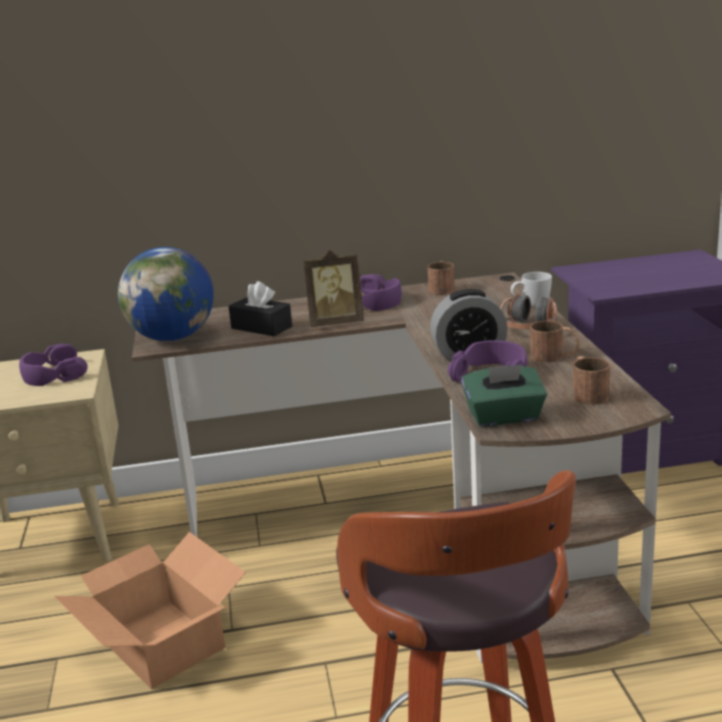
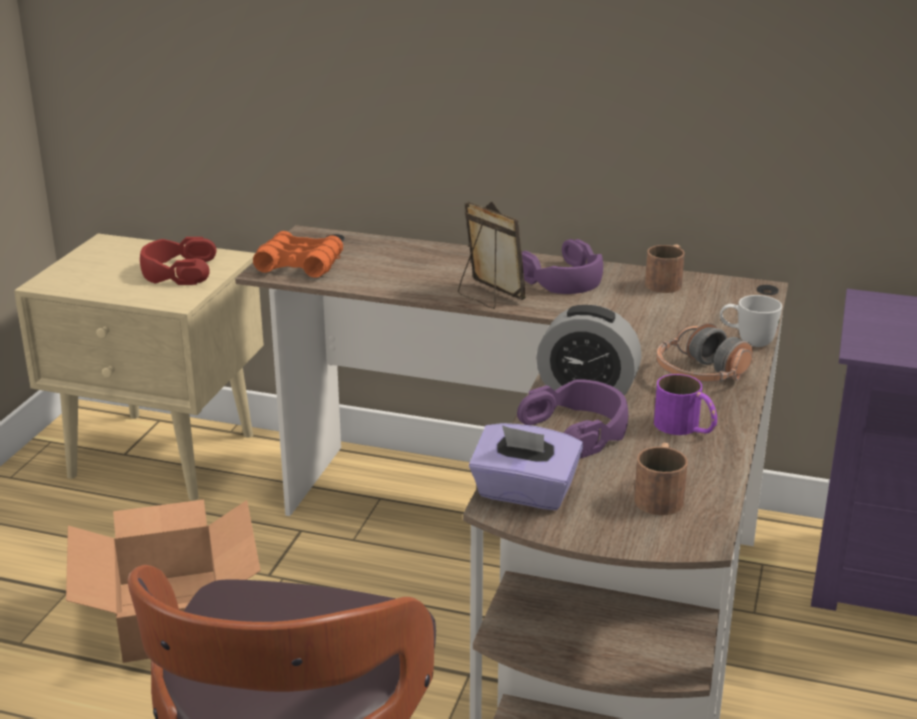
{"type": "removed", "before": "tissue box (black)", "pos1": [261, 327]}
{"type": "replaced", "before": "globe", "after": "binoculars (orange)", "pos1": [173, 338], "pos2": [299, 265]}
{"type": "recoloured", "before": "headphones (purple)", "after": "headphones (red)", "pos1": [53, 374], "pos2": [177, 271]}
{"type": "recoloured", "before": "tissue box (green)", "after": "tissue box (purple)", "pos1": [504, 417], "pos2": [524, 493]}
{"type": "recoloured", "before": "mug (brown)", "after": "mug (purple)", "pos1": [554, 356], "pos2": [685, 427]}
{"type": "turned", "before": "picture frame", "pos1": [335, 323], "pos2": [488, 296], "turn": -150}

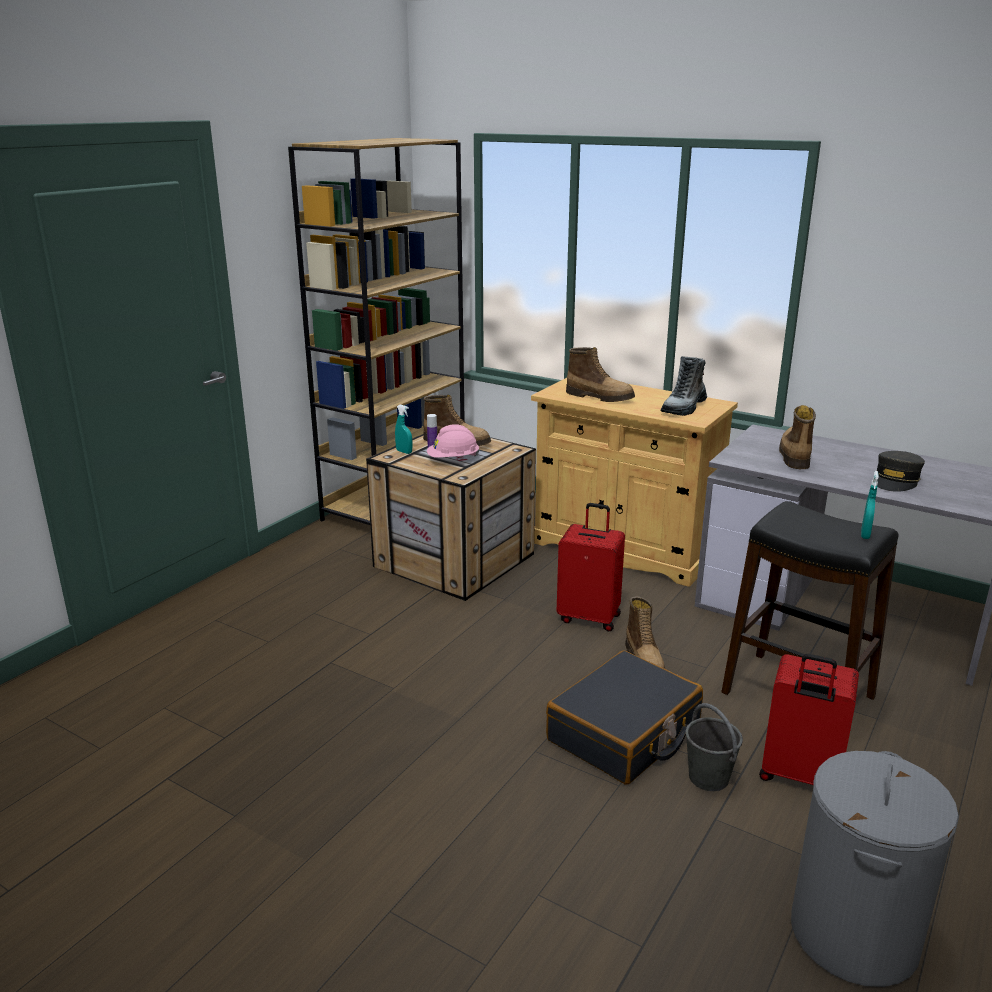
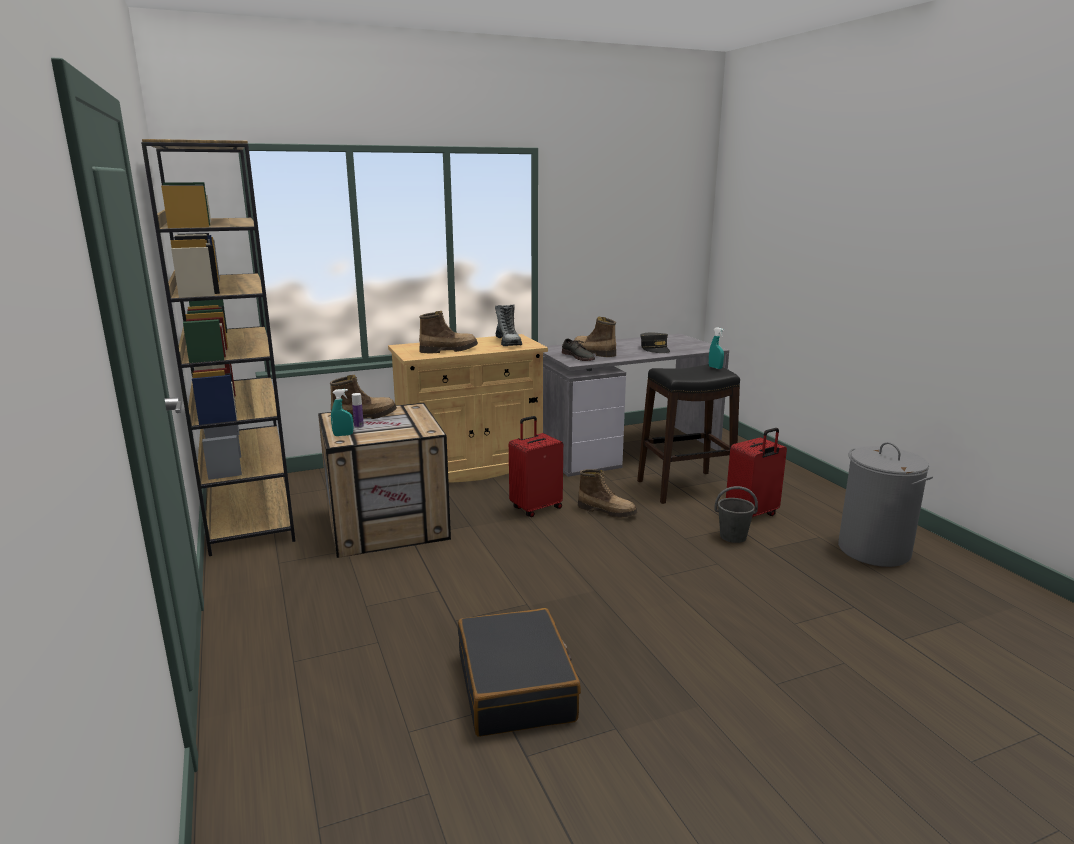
{"type": "removed", "before": "hard hat (pink)", "pos1": [453, 460]}
{"type": "added", "after": "shoe (grey)", "pos2": [578, 356]}
{"type": "moved", "before": "suitcase (black)", "pos1": [624, 733], "pos2": [516, 687]}

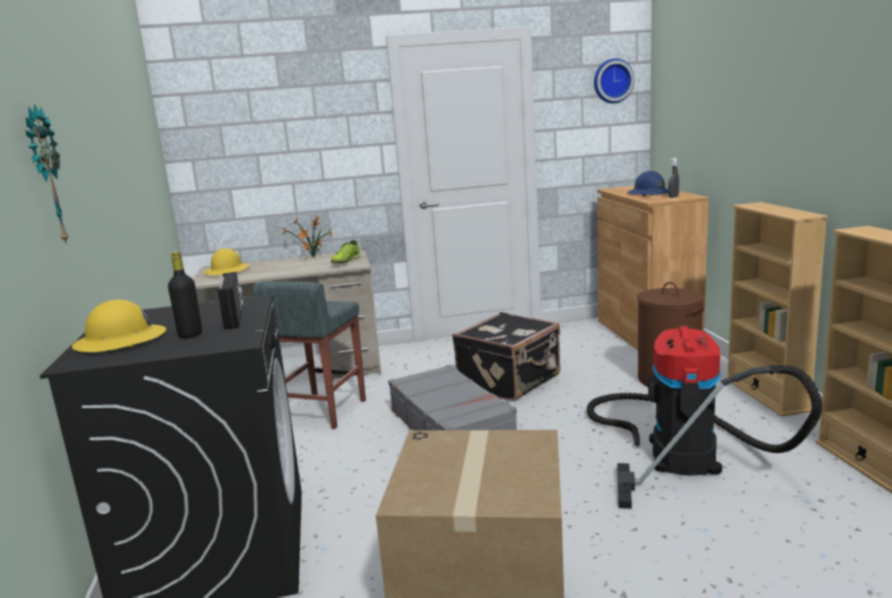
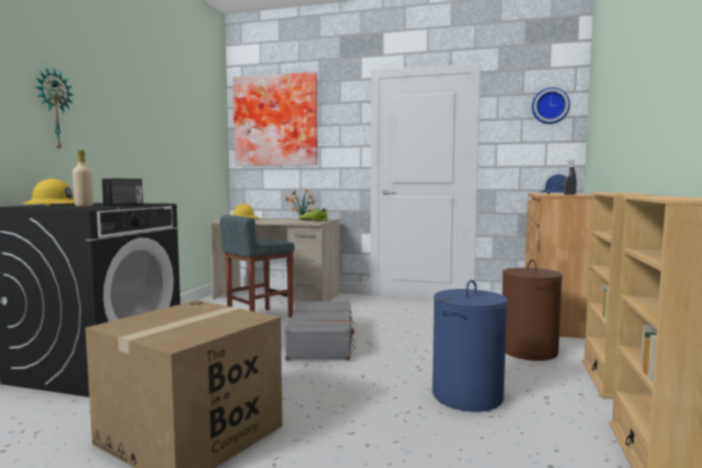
{"type": "removed", "before": "suitcase (black)", "pos1": [510, 381]}
{"type": "added", "after": "picture", "pos2": [276, 121]}
{"type": "replaced", "before": "vacuum cleaner", "after": "laundry basket (blue)", "pos1": [680, 451], "pos2": [467, 396]}
{"type": "recoloured", "before": "bottle (black)", "after": "bottle (beige)", "pos1": [190, 335], "pos2": [84, 206]}

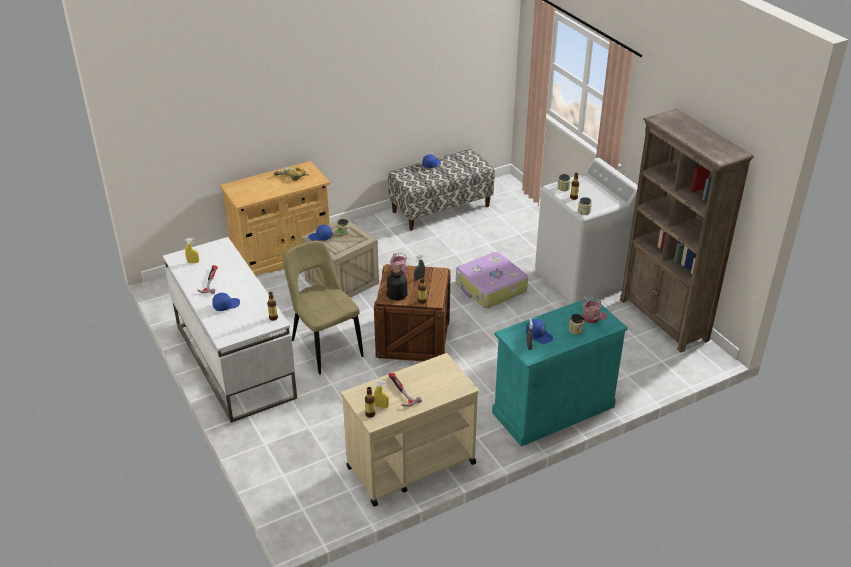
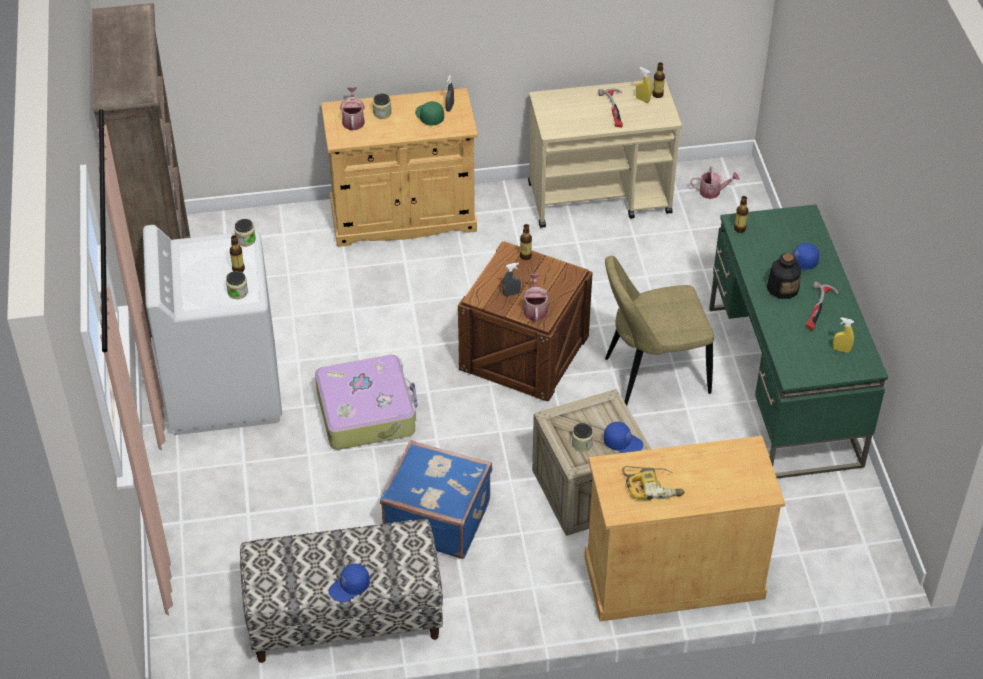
{"type": "added", "after": "suitcase (blue)", "pos2": [437, 517]}
{"type": "added", "after": "watering can", "pos2": [713, 191]}
{"type": "moved", "before": "bottle", "pos1": [397, 294], "pos2": [782, 288]}
{"type": "recoloured", "before": "desk (white)", "after": "desk (green)", "pos1": [234, 361], "pos2": [784, 386]}
{"type": "recoloured", "before": "cabinet (turquoise)", "after": "cabinet (beige)", "pos1": [553, 409], "pos2": [403, 217]}
{"type": "recoloured", "before": "cap (blue)", "after": "cap (green)", "pos1": [539, 335], "pos2": [429, 117]}
{"type": "turned", "before": "chair (beige)", "pos1": [325, 346], "pos2": [651, 376], "turn": 90}

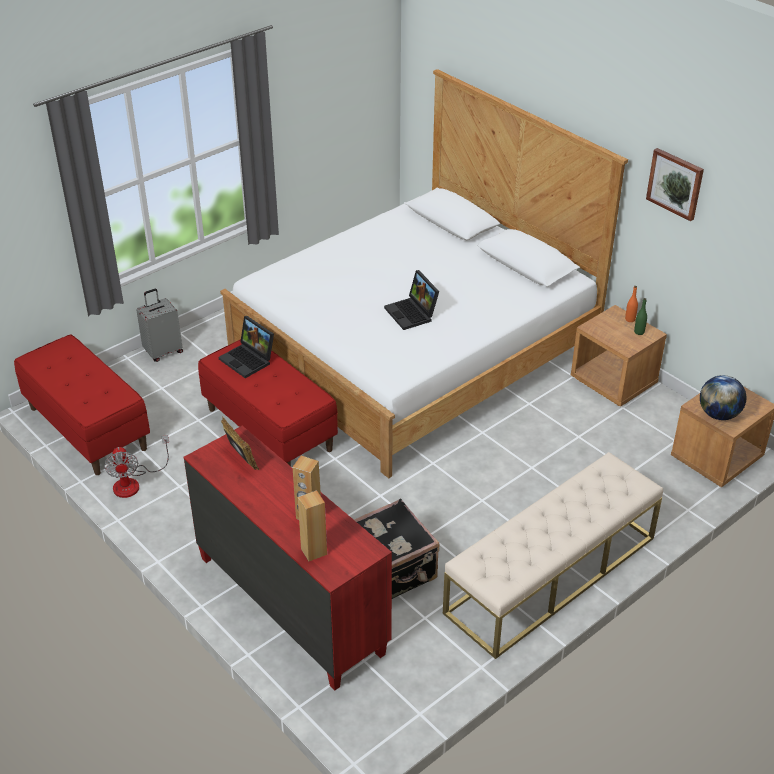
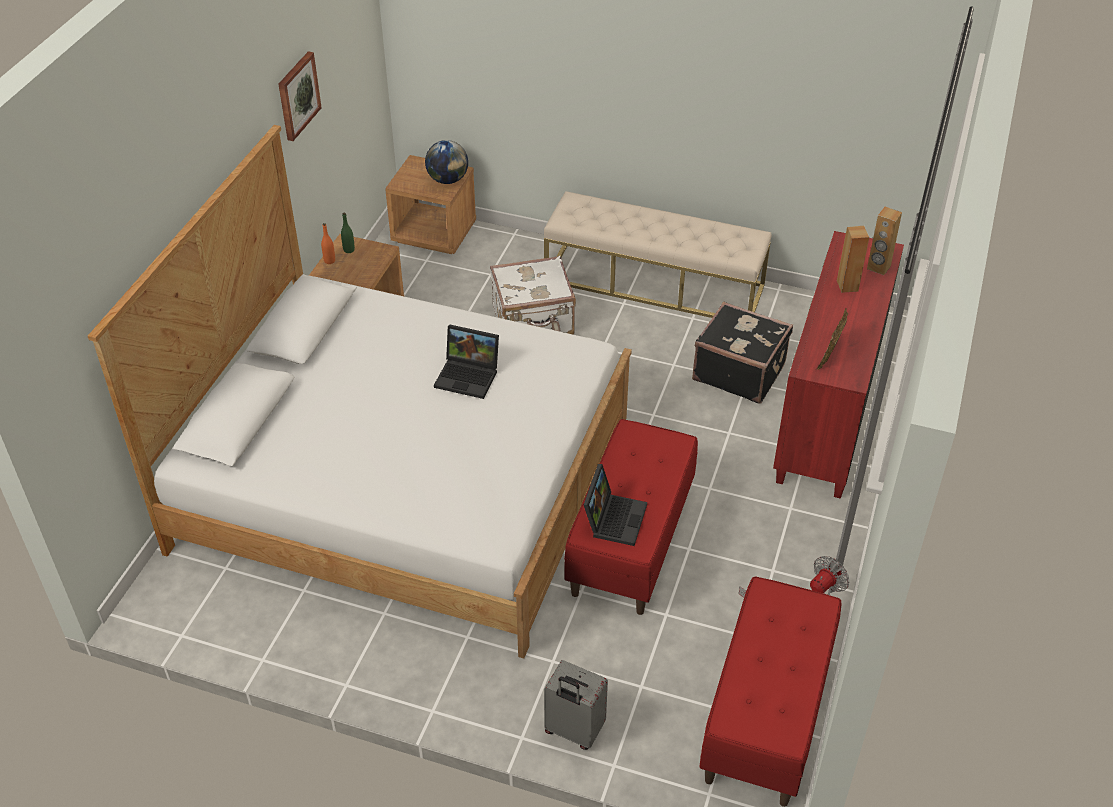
{"type": "added", "after": "suitcase (white)", "pos2": [533, 322]}
{"type": "turned", "before": "laptop", "pos1": [412, 314], "pos2": [469, 376], "turn": 75}

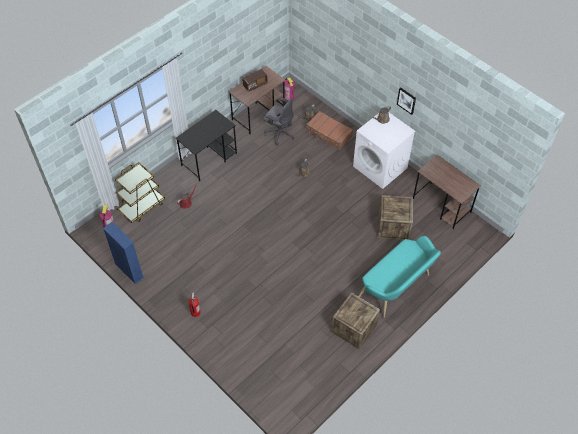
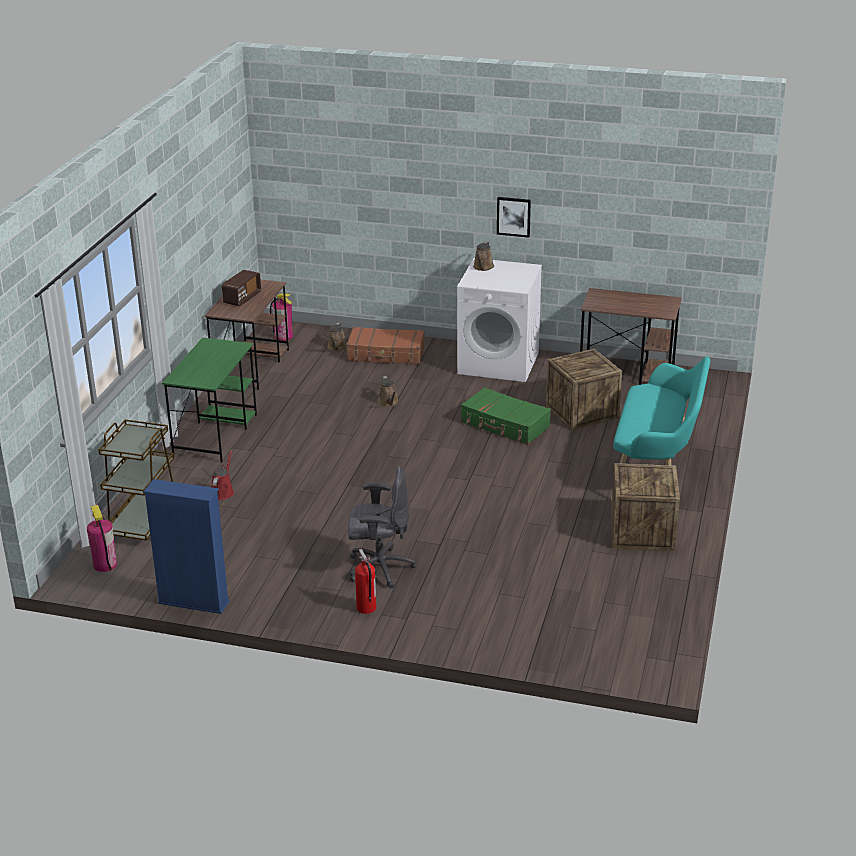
{"type": "added", "after": "suitcase (green)", "pos2": [505, 425]}
{"type": "moved", "before": "office chair (grey)", "pos1": [279, 133], "pos2": [379, 568]}
{"type": "recoloured", "before": "desk (black)", "after": "desk (green)", "pos1": [209, 159], "pos2": [215, 434]}

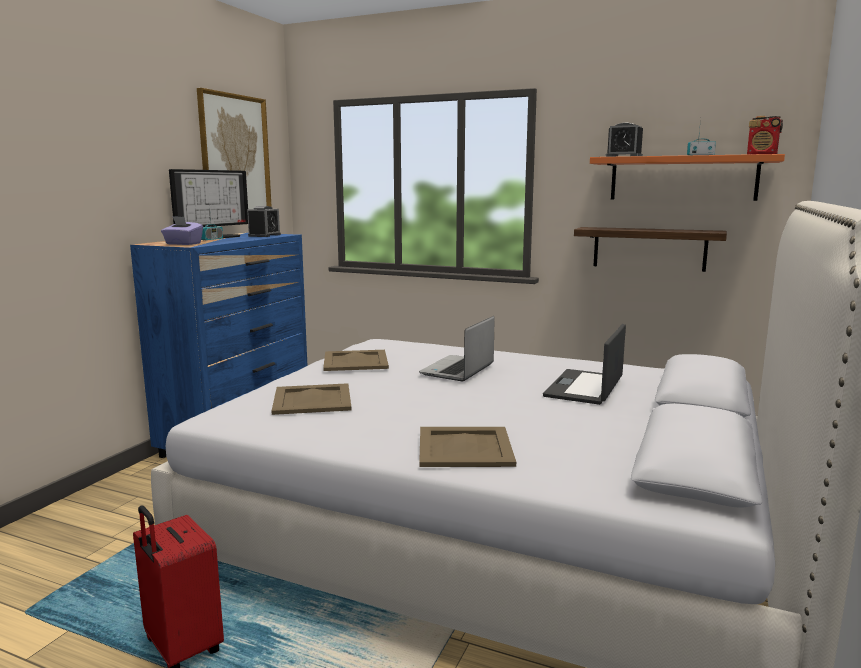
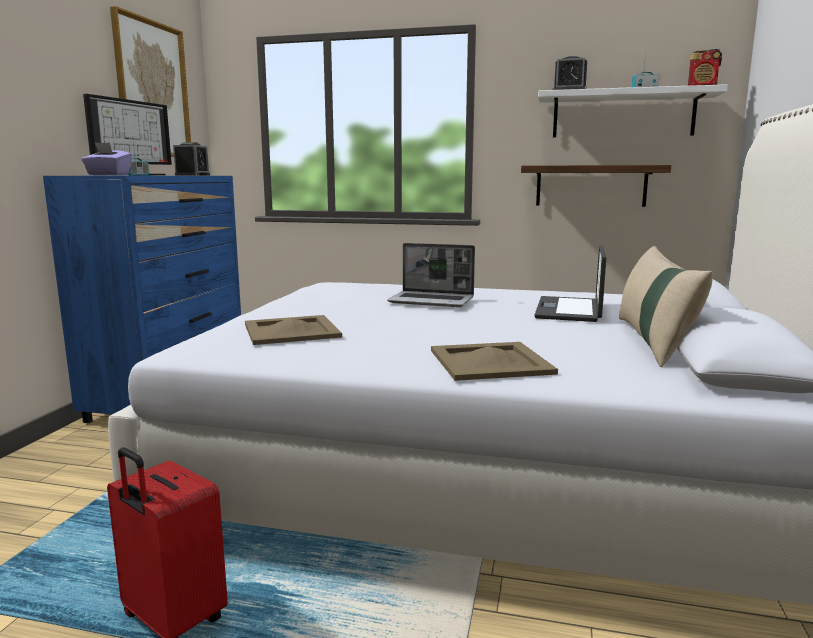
{"type": "removed", "before": "tray (beige)", "pos1": [356, 361]}
{"type": "added", "after": "pillow (beige)", "pos2": [654, 341]}
{"type": "recoloured", "before": "shelf (orange)", "after": "shelf (white)", "pos1": [682, 178], "pos2": [623, 115]}
{"type": "turned", "before": "laptop", "pos1": [458, 370], "pos2": [432, 301], "turn": -90}

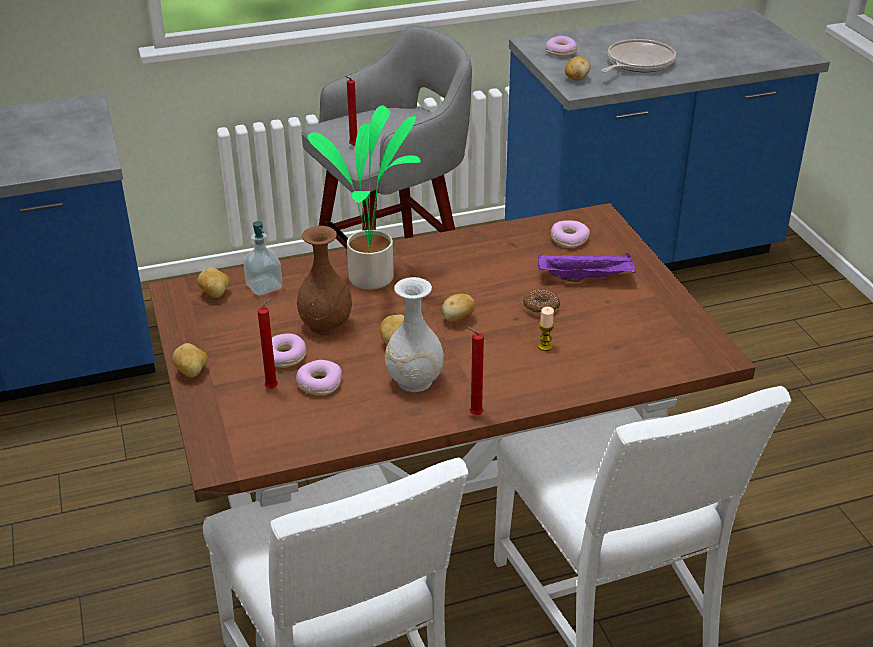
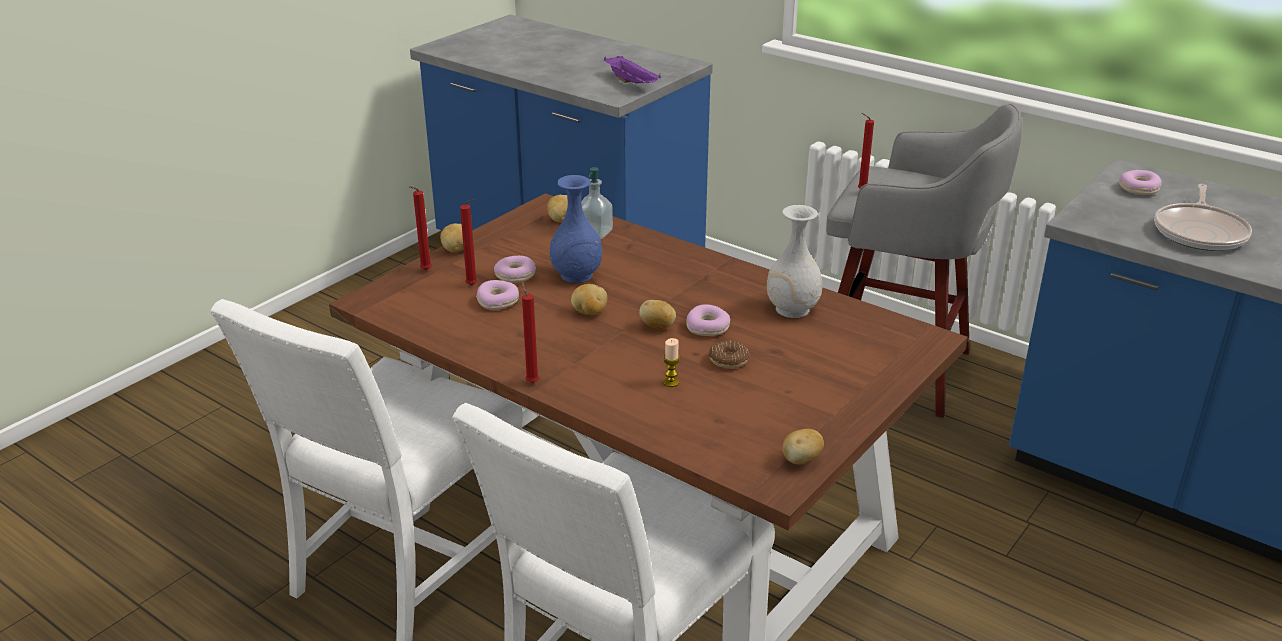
{"type": "removed", "before": "potted plant", "pos1": [374, 278]}
{"type": "added", "after": "candle (red)", "pos2": [424, 271]}
{"type": "moved", "before": "vase (white)", "pos1": [414, 380], "pos2": [792, 309]}
{"type": "moved", "before": "tray (purple)", "pos1": [586, 278], "pos2": [632, 83]}
{"type": "moved", "before": "donut", "pos1": [569, 239], "pos2": [708, 327]}
{"type": "moved", "before": "potato", "pos1": [576, 79], "pos2": [801, 460]}
{"type": "recoloured", "before": "vase (brown)", "after": "vase (blue)", "pos1": [326, 325], "pos2": [576, 275]}
{"type": "turned", "before": "frying pan", "pos1": [637, 63], "pos2": [1200, 232], "turn": 105}

